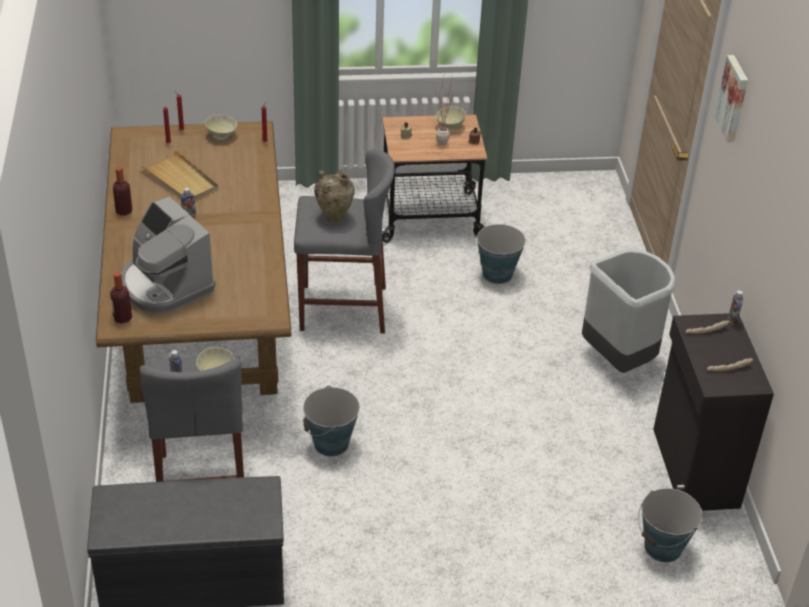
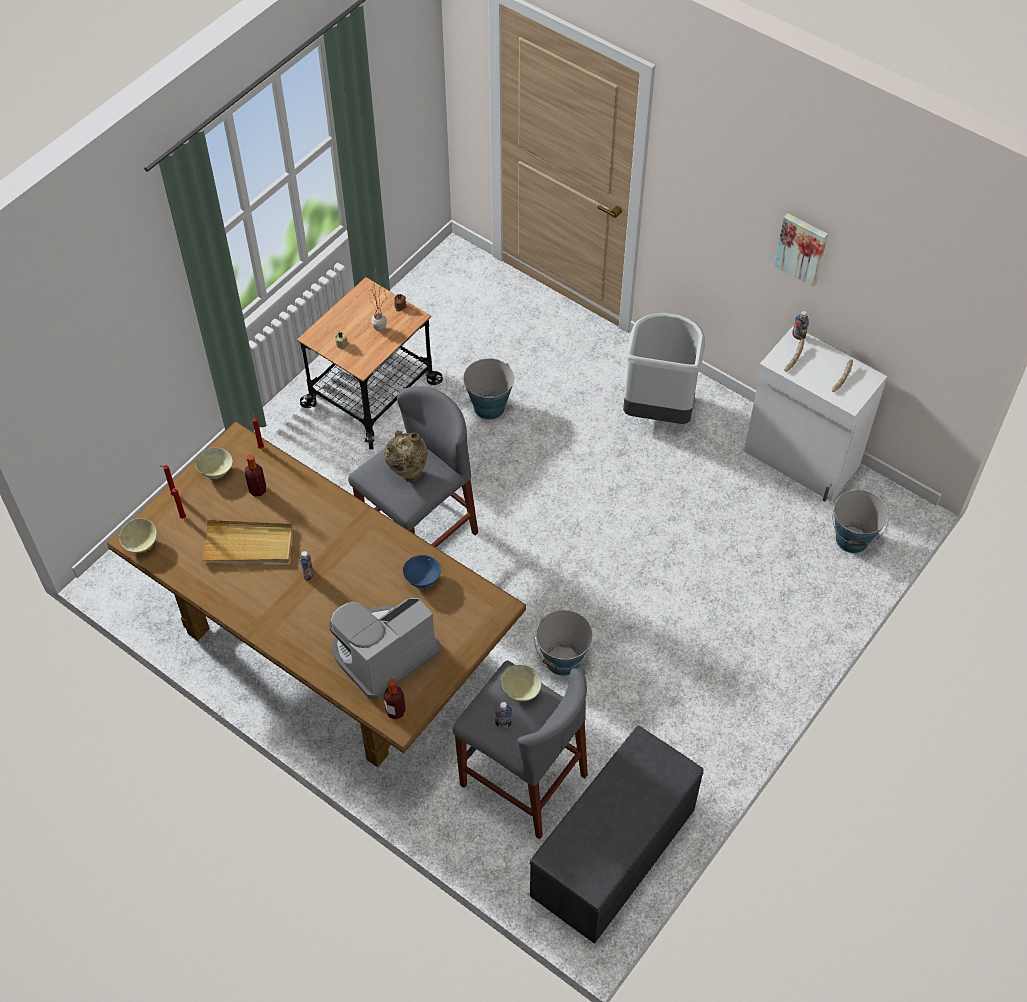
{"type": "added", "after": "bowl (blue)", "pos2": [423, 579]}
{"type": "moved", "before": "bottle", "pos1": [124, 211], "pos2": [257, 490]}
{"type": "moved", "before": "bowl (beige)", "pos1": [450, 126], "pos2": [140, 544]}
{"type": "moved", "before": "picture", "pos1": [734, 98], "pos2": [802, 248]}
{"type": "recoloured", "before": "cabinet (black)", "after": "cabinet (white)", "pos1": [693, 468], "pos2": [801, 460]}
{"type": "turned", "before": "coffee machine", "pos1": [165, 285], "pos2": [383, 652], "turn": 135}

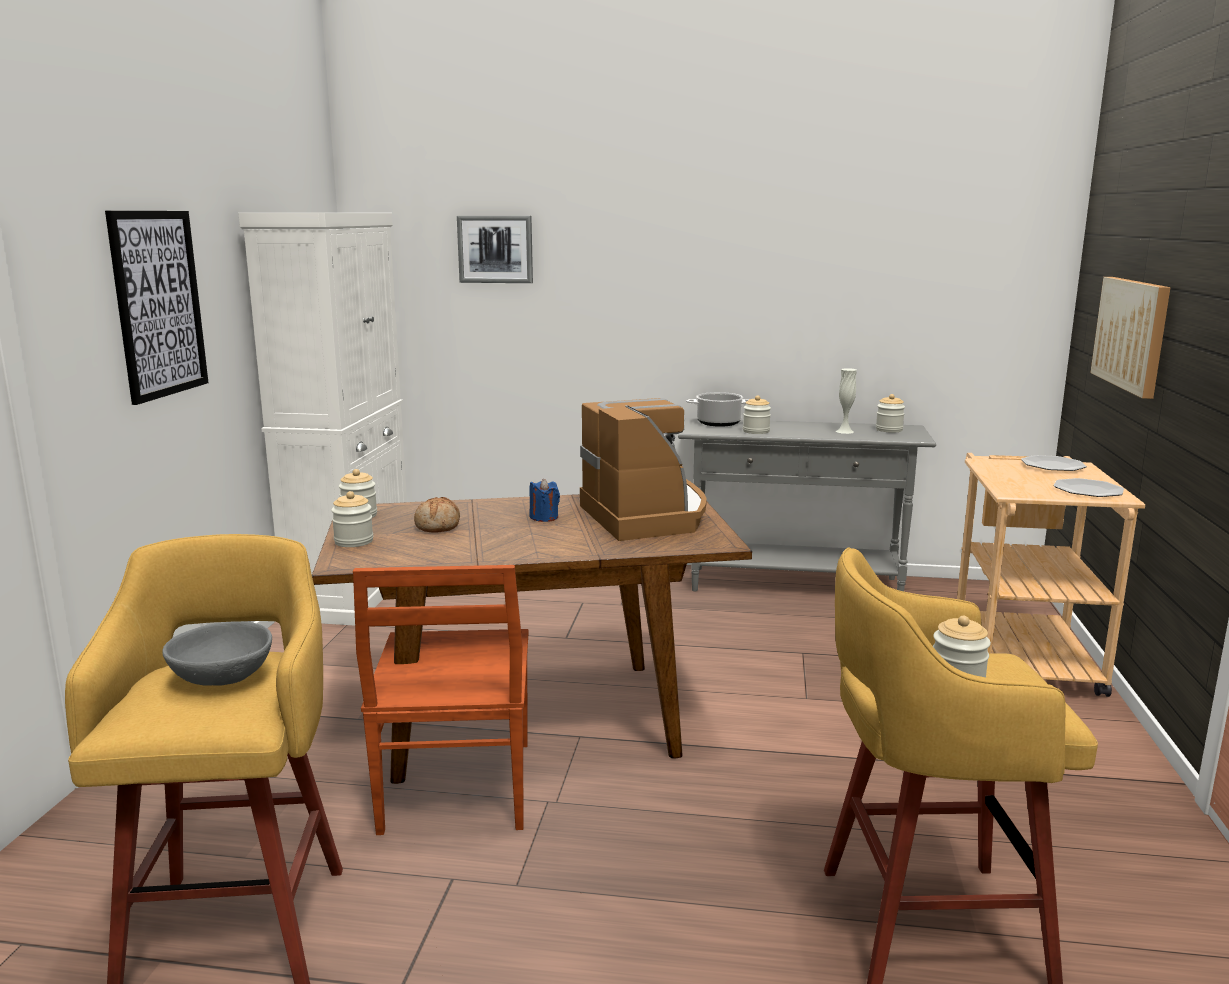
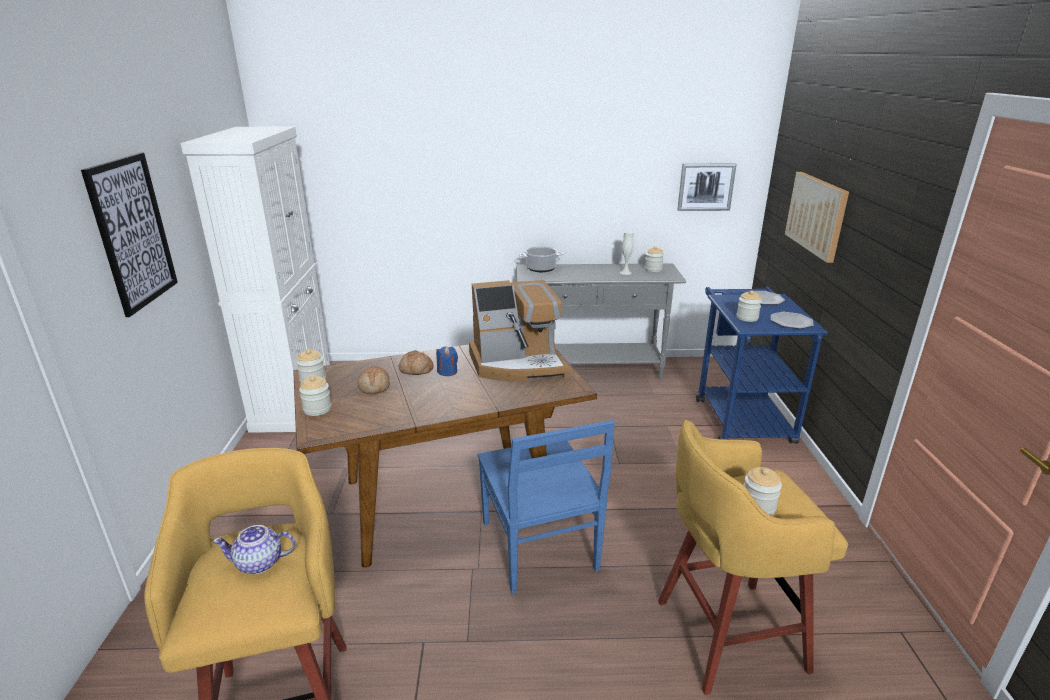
{"type": "removed", "before": "chair (brown)", "pos1": [456, 789]}
{"type": "added", "after": "bread", "pos2": [416, 370]}
{"type": "added", "after": "chair (blue)", "pos2": [539, 548]}
{"type": "moved", "before": "picture", "pos1": [495, 249], "pos2": [705, 187]}
{"type": "moved", "before": "jar", "pos1": [756, 431], "pos2": [747, 317]}
{"type": "replaced", "before": "bowl (grey)", "after": "teapot", "pos1": [223, 678], "pos2": [260, 563]}
{"type": "recoloured", "before": "cart (beige)", "after": "cart (blue)", "pos1": [1019, 655], "pos2": [740, 415]}
{"type": "turned", "before": "coffee machine", "pos1": [647, 516], "pos2": [518, 364], "turn": 105}

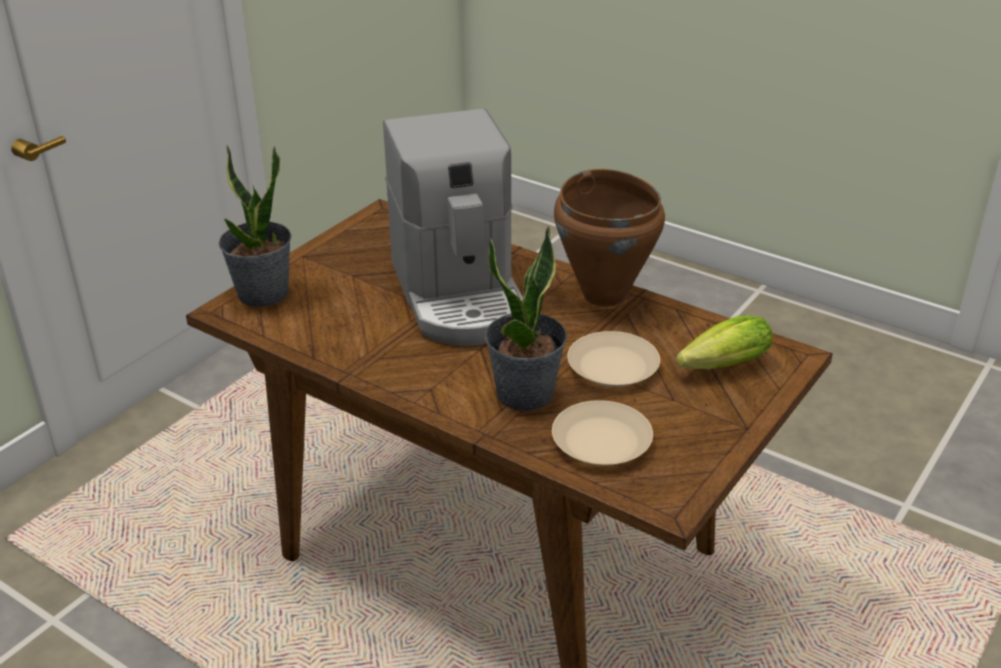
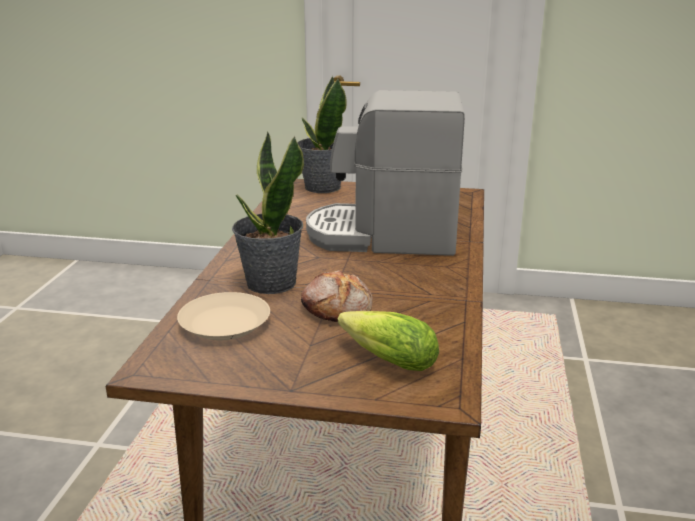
{"type": "removed", "before": "cooking pot (brown)", "pos1": [605, 294]}
{"type": "replaced", "before": "plate (beige)", "after": "bread", "pos1": [611, 367], "pos2": [338, 309]}
{"type": "turned", "before": "coffee machine", "pos1": [459, 295], "pos2": [383, 236], "turn": 45}

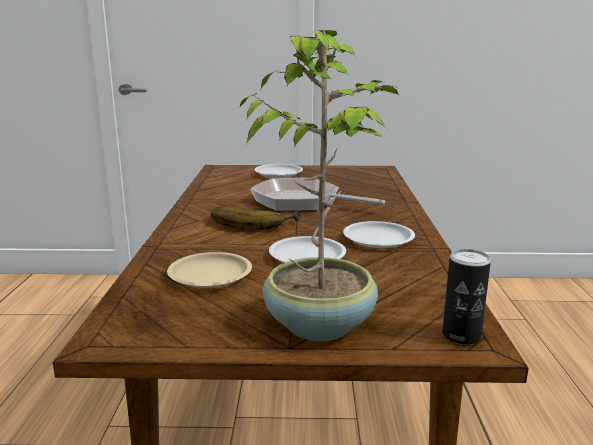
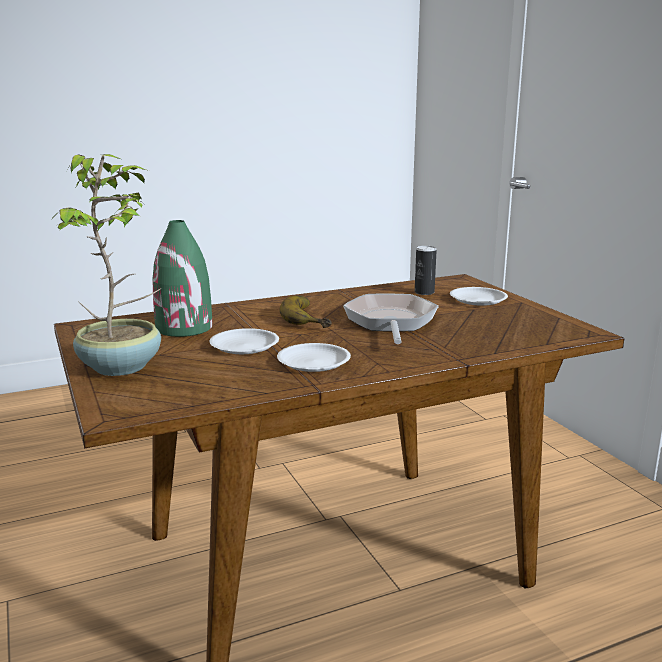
{"type": "moved", "before": "can", "pos1": [461, 335], "pos2": [424, 292]}
{"type": "replaced", "before": "plate (beige)", "after": "vase (green)", "pos1": [211, 275], "pos2": [184, 328]}

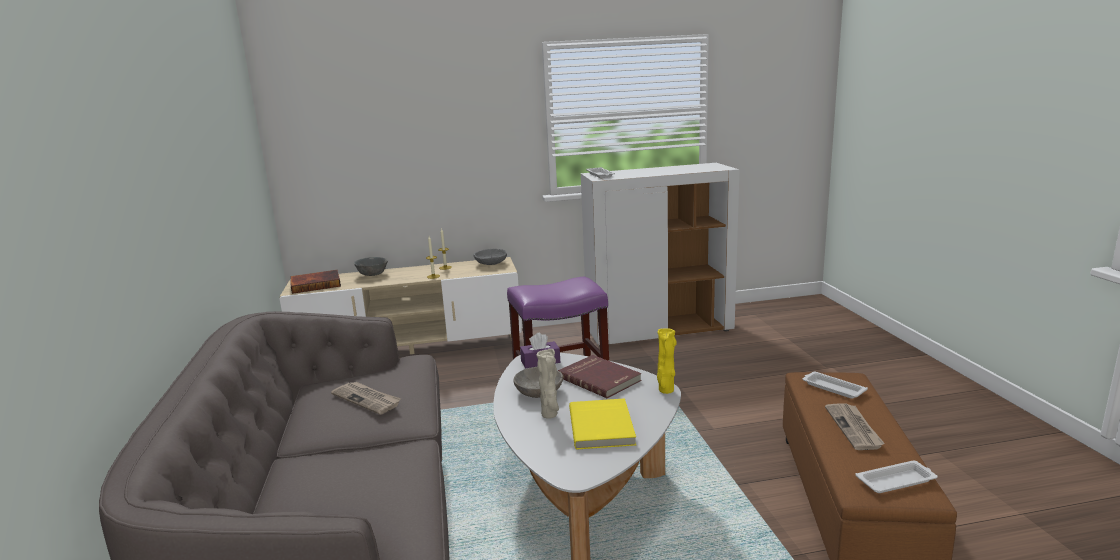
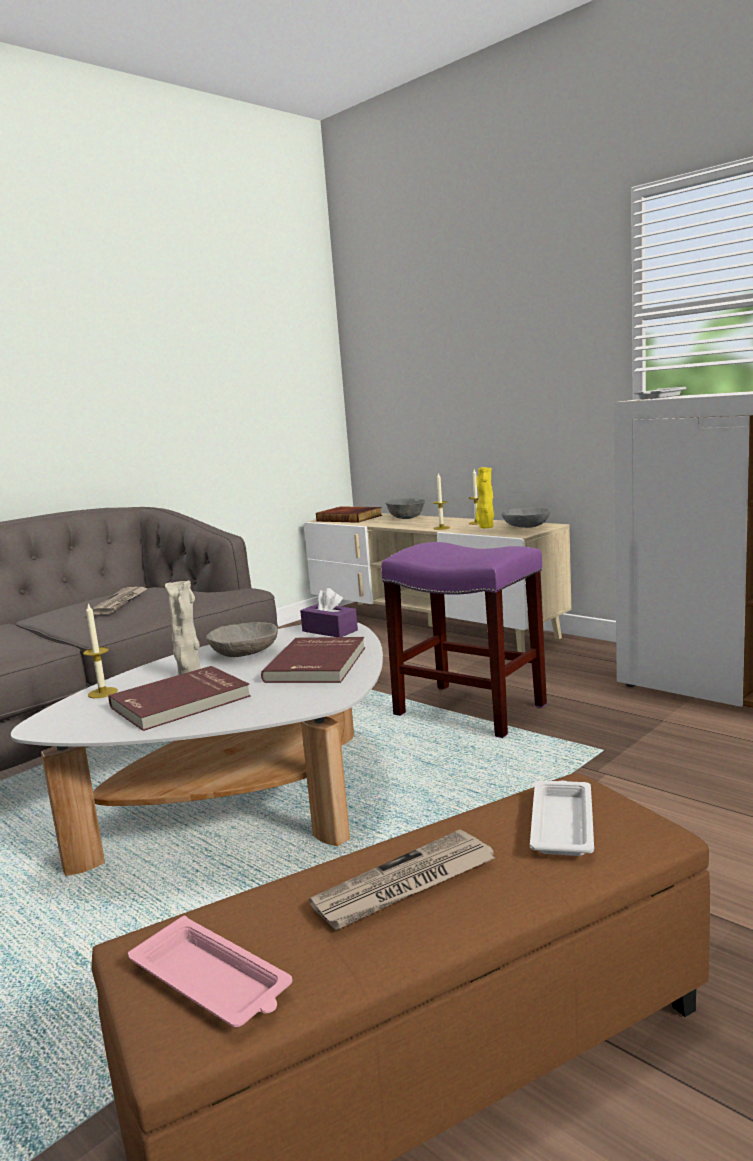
{"type": "added", "after": "candle", "pos2": [102, 693]}
{"type": "moved", "before": "vase (yellow)", "pos1": [665, 391], "pos2": [485, 527]}
{"type": "recoloured", "before": "book (yellow)", "after": "book (red)", "pos1": [603, 426], "pos2": [181, 702]}
{"type": "recoloured", "before": "tray (white)", "after": "tray (pink)", "pos1": [897, 481], "pos2": [212, 982]}

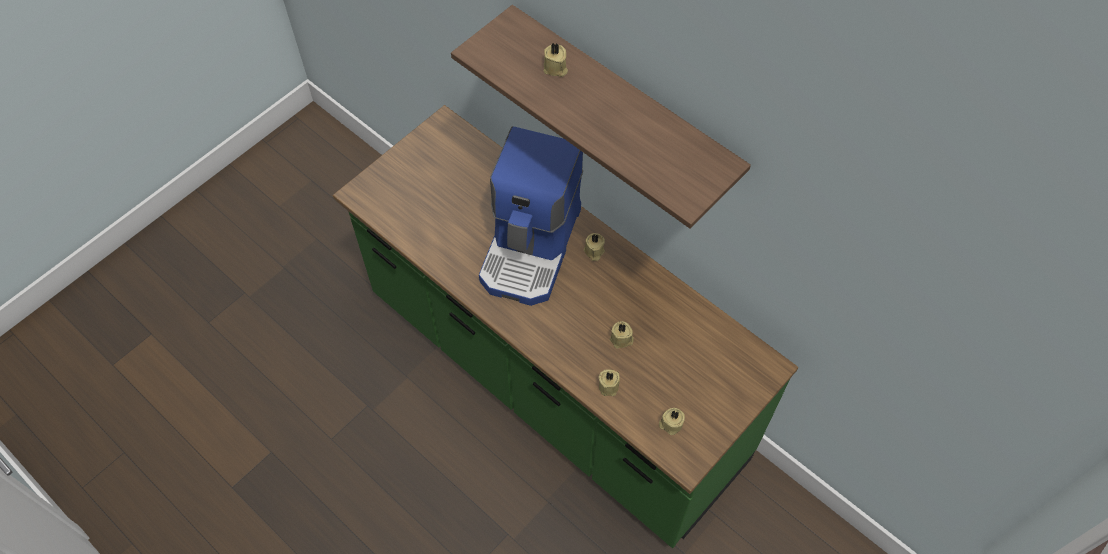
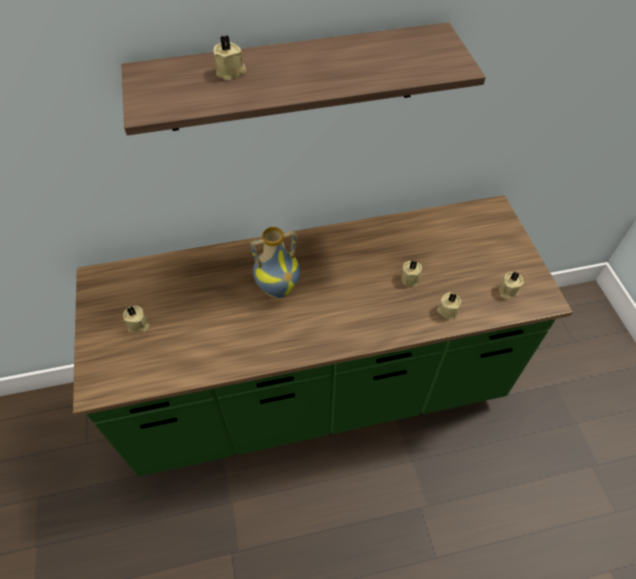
{"type": "moved", "before": "candle (beige)", "pos1": [593, 252], "pos2": [138, 325]}
{"type": "replaced", "before": "coffee machine", "after": "vase", "pos1": [532, 247], "pos2": [278, 287]}

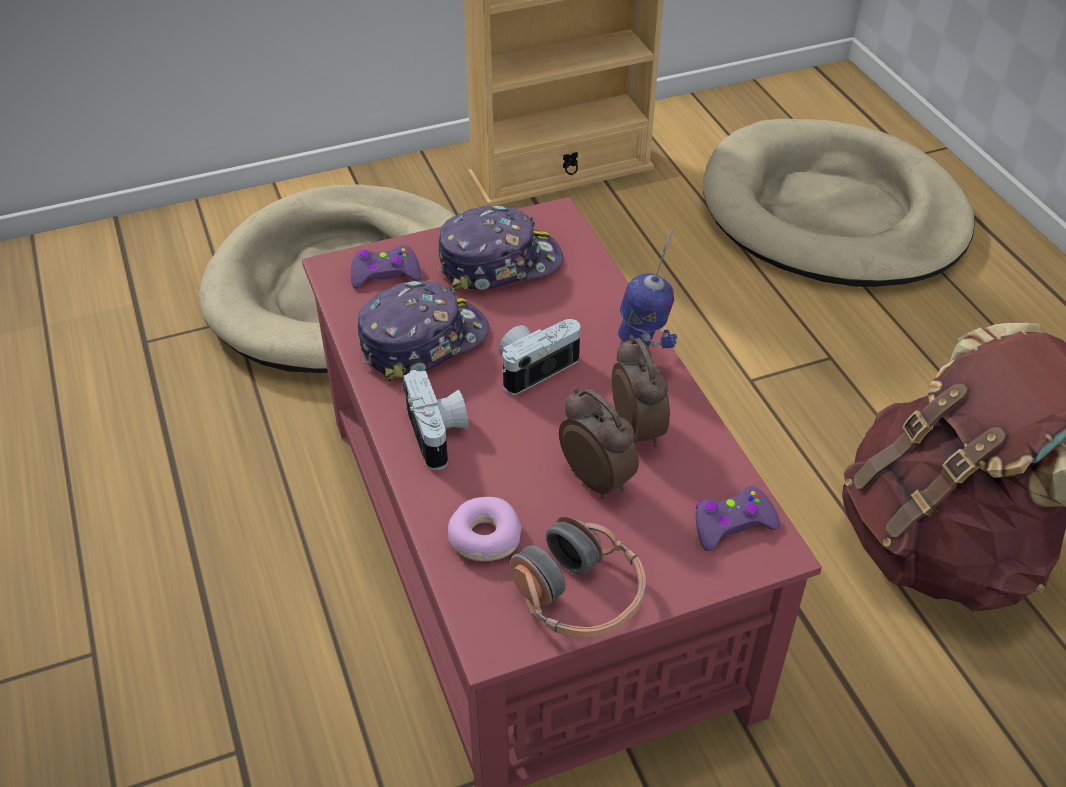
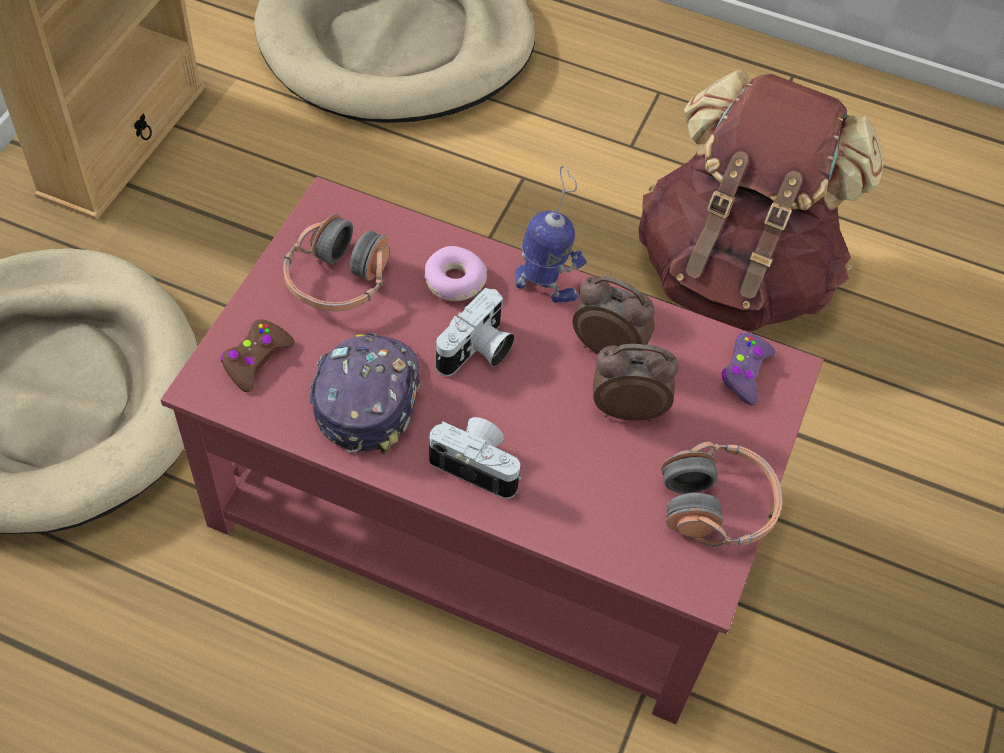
{"type": "moved", "before": "donut", "pos1": [484, 537], "pos2": [454, 281]}
{"type": "replaced", "before": "cap", "after": "headphones", "pos1": [499, 263], "pos2": [338, 280]}
{"type": "recoloured", "before": "game controller (purple)", "after": "game controller (brown)", "pos1": [385, 274], "pos2": [256, 359]}
{"type": "turned", "before": "photo camera", "pos1": [534, 366], "pos2": [477, 352], "turn": -150}

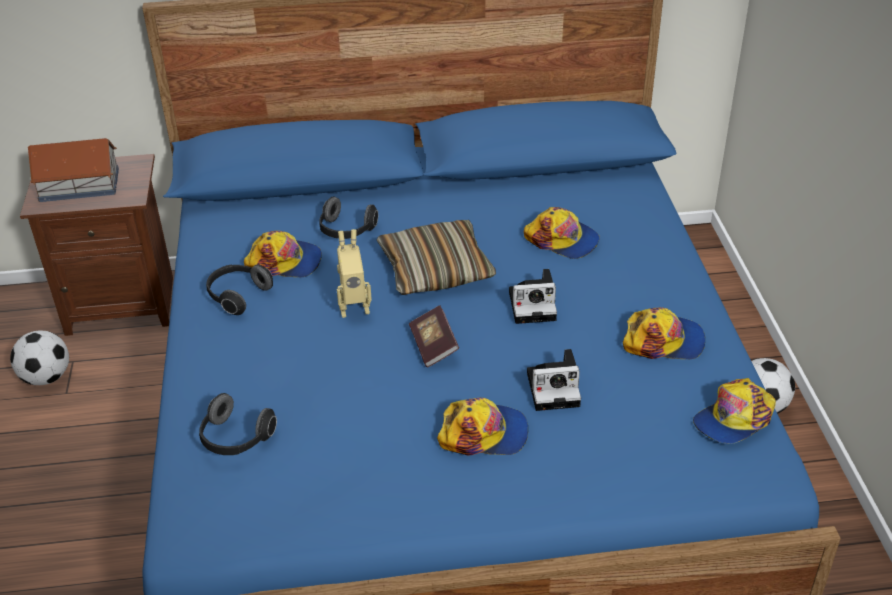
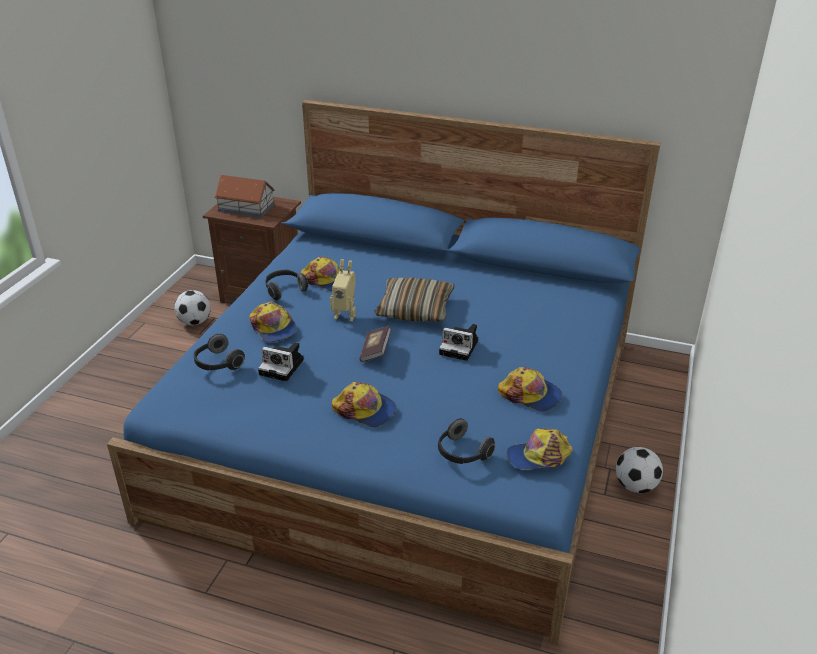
{"type": "moved", "before": "headphones", "pos1": [346, 231], "pos2": [462, 453]}
{"type": "moved", "before": "cap", "pos1": [562, 240], "pos2": [273, 328]}
{"type": "moved", "before": "photo camera", "pos1": [555, 388], "pos2": [283, 367]}

